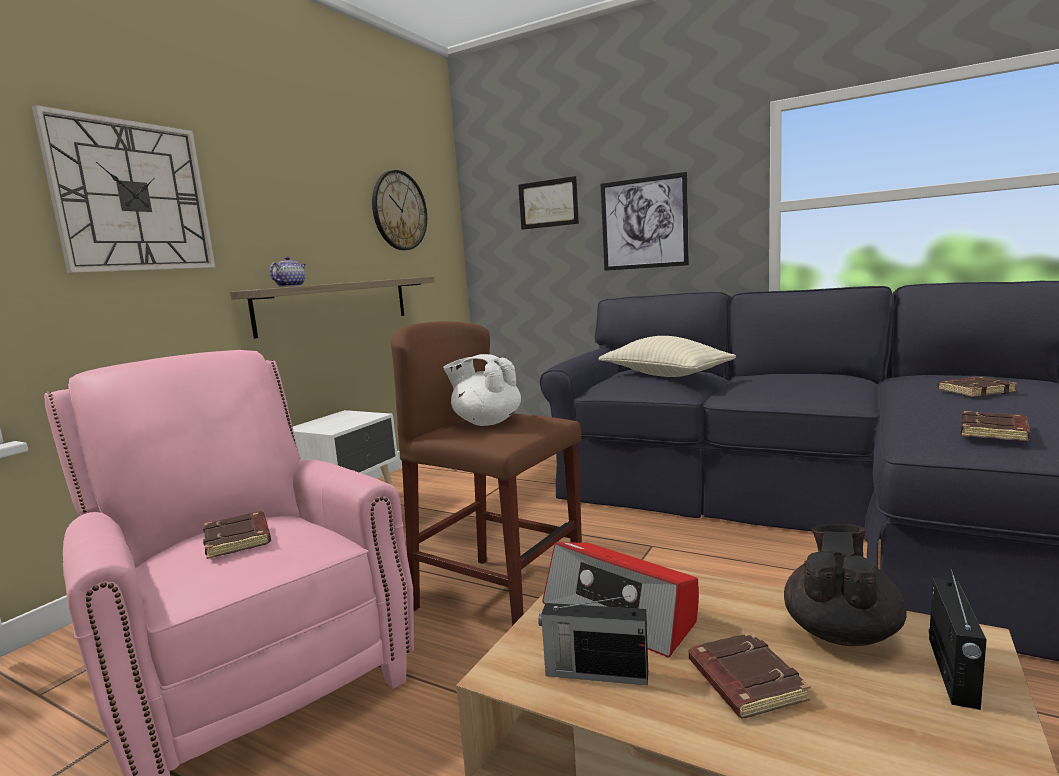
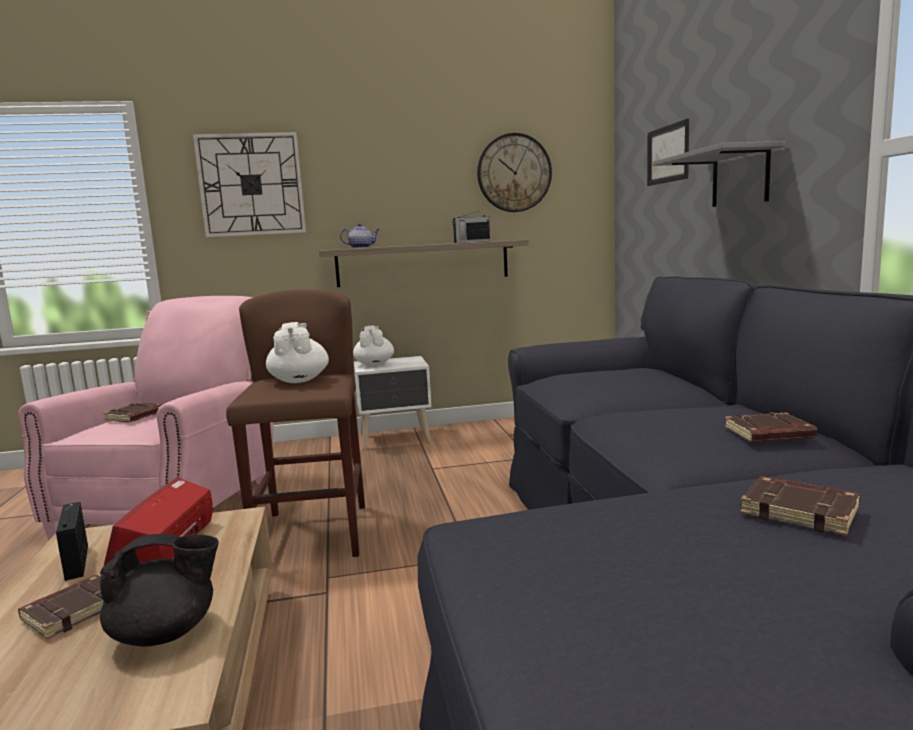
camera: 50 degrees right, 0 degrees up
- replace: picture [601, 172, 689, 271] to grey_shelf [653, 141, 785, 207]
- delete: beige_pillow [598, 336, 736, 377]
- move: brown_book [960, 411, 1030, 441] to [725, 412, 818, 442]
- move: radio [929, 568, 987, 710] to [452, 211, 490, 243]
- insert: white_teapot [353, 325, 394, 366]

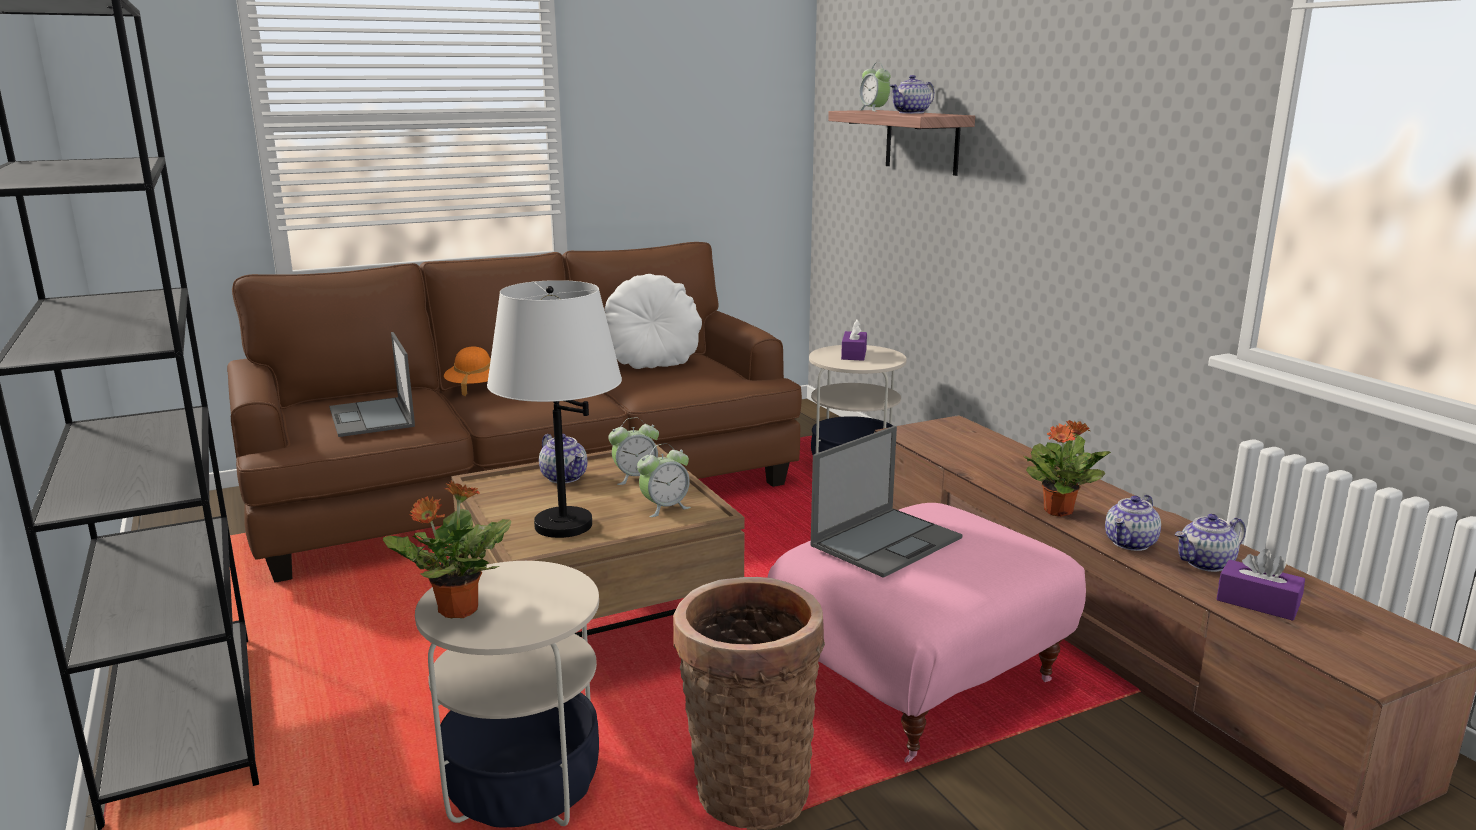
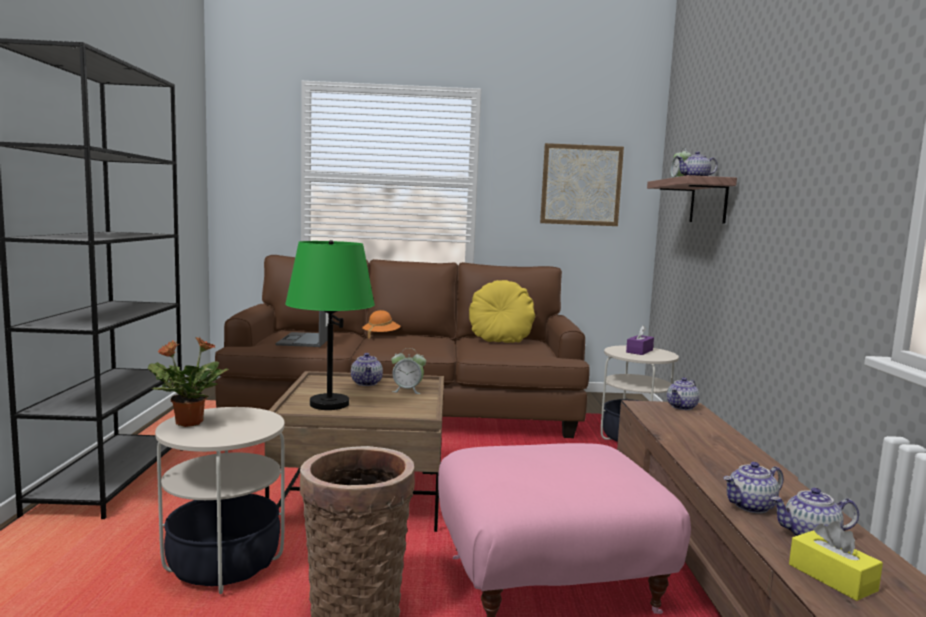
camera: 25 degrees right, 10 degrees down
- recolor: white_pillow [604, 274, 702, 369] to yellow_pillow [469, 280, 535, 343]
- recolor: white_table_lamp [487, 280, 622, 538] to green_table_lamp [285, 240, 375, 410]
- delete: potted_plant [1023, 420, 1111, 517]
- delete: laptop [810, 426, 963, 578]
- delete: alarm_clock [637, 443, 691, 517]
- recolor: purple_tissue_box [1216, 549, 1305, 621] to yellow_tissue_box [789, 521, 883, 601]
- insert: picture [540, 143, 624, 226]
- insert: teapot [667, 377, 700, 410]

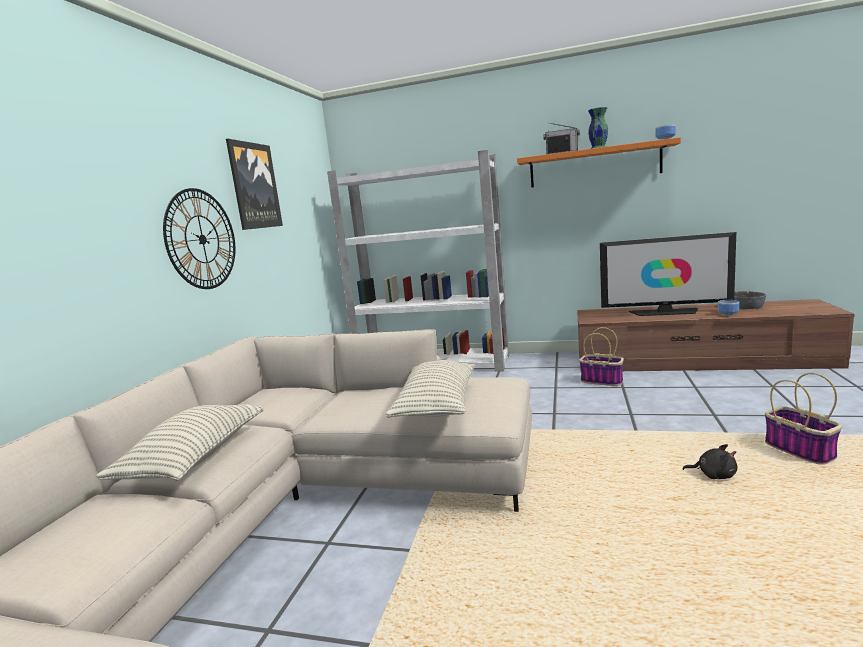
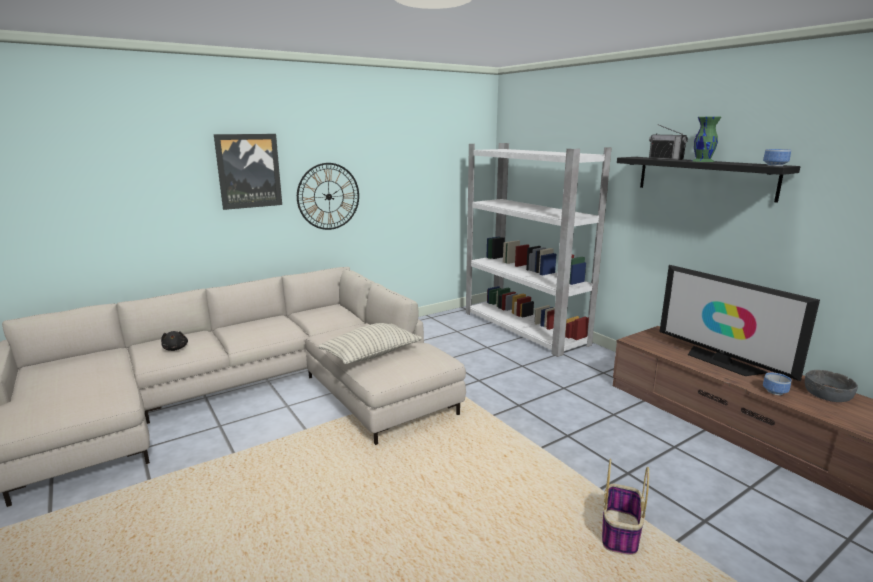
camera: 40 degrees right, 5 degrees up
- recolor: orange_shelf [517, 137, 681, 188] to black_shelf [617, 157, 801, 203]
- move: picture [226, 139, 283, 230] to [214, 134, 282, 210]
- delete: basket [579, 327, 624, 386]
- delete: pillow [96, 404, 263, 481]
- move: black_plush_toy [683, 444, 737, 479] to [161, 331, 188, 351]

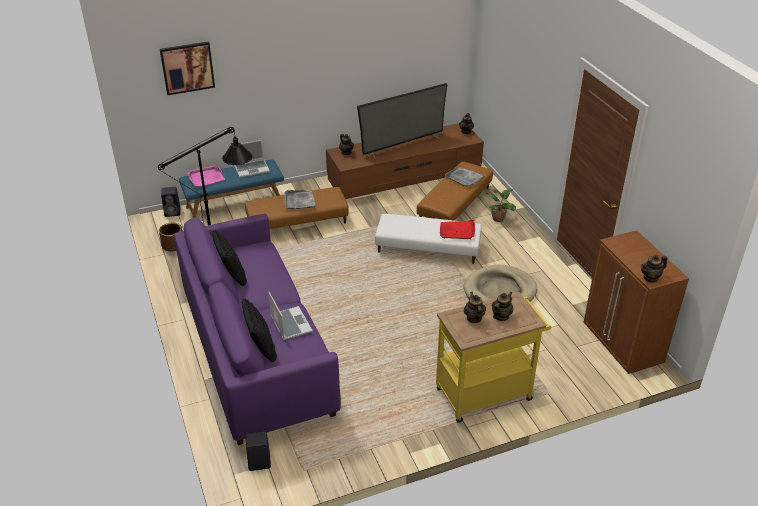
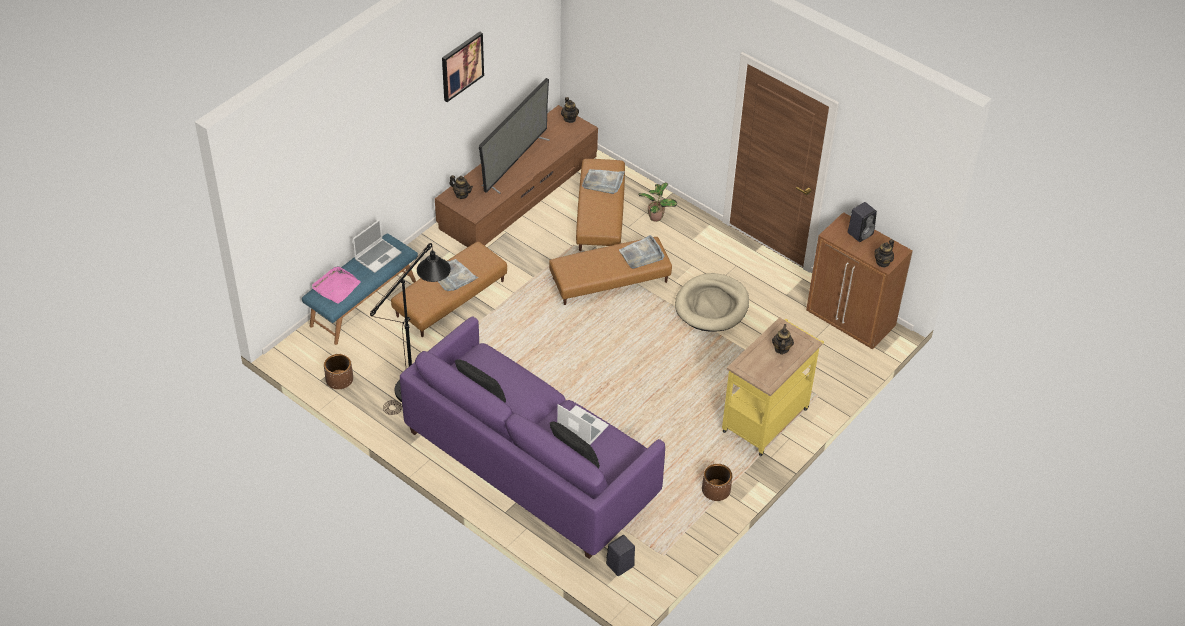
camera: 30 degrees left, 10 degrees up
- move: picture [160, 41, 215, 95] to [442, 32, 484, 102]
- move: black_speaker [161, 187, 181, 217] to [848, 202, 877, 242]
- recolor: white_ottoman [375, 214, 482, 264] to brown_ottoman [549, 237, 672, 305]
- recolor: red_tray [440, 220, 475, 239] to grey_tray [619, 235, 664, 269]
- delete: teapot [464, 292, 486, 323]
- insert: brown_planter [702, 463, 732, 501]

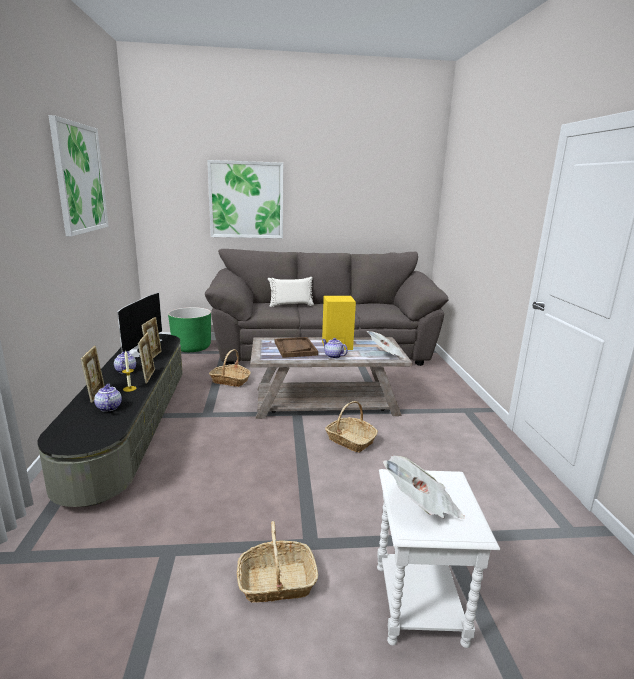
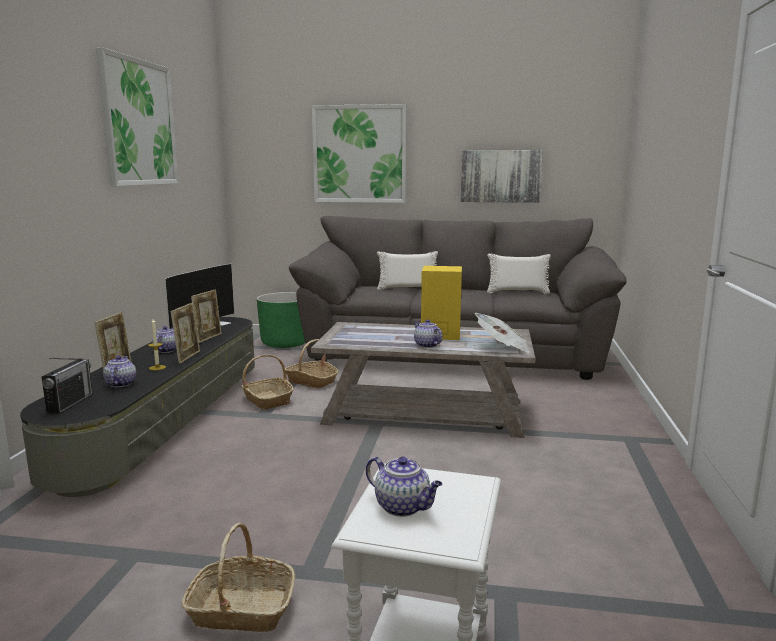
camera: 15 degrees right, 5 degrees down
- delete: brown_tray [275, 337, 318, 358]
- move: basket [325, 401, 378, 452] to [241, 354, 294, 409]
- replace: newspaper [383, 456, 465, 519] to teapot [366, 457, 442, 517]
- insert: picture [461, 150, 543, 203]
- insert: white_pillow [487, 253, 551, 294]
- insert: radio [42, 358, 93, 414]

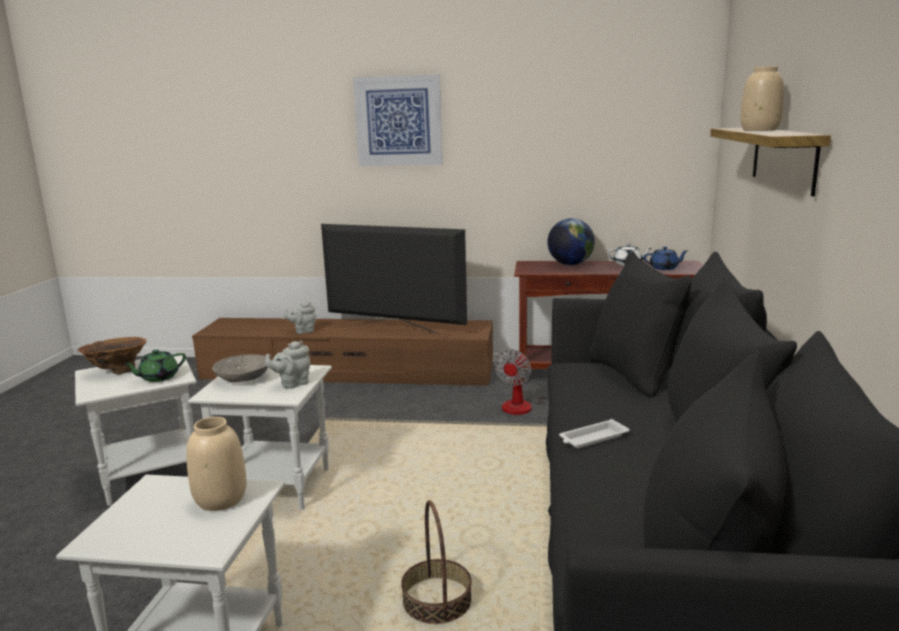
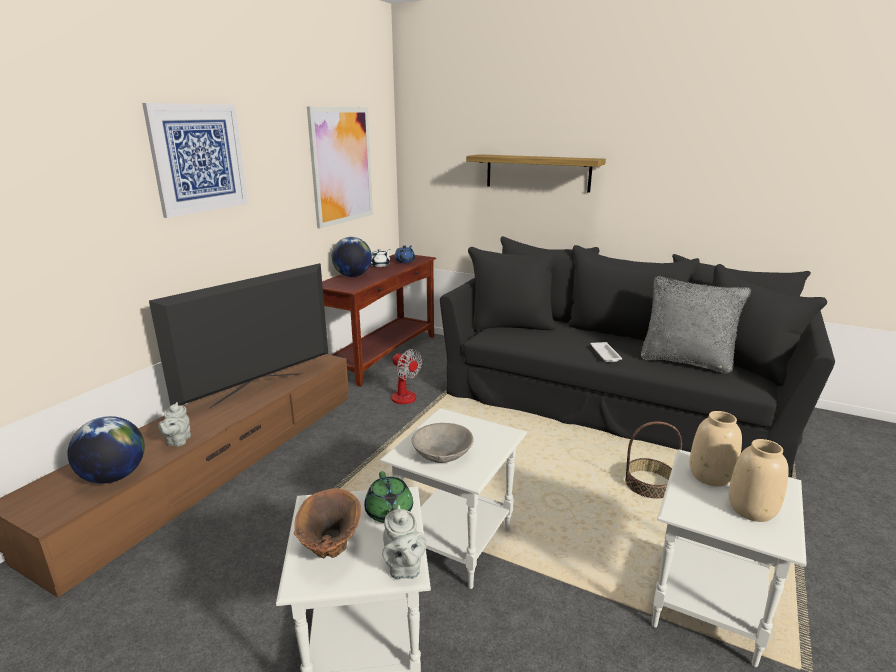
camera: 70 degrees left, 5 degrees up
- move: beige_vase [741, 66, 784, 131] to [729, 439, 789, 522]
- move: grey_teapot [265, 340, 310, 389] to [382, 505, 427, 579]
- insert: picture [307, 106, 373, 229]
- insert: grey_pillow [641, 276, 751, 374]
- insert: globe [67, 416, 145, 484]

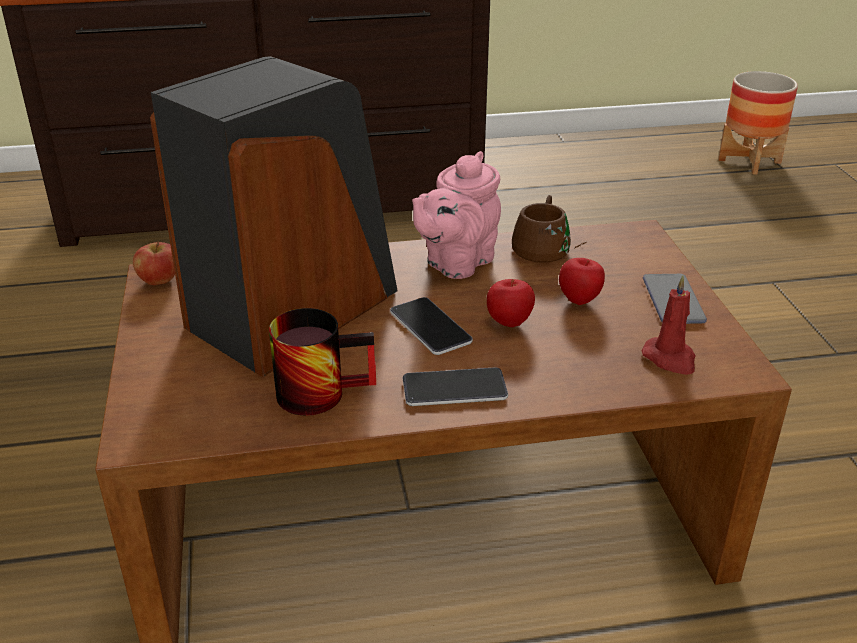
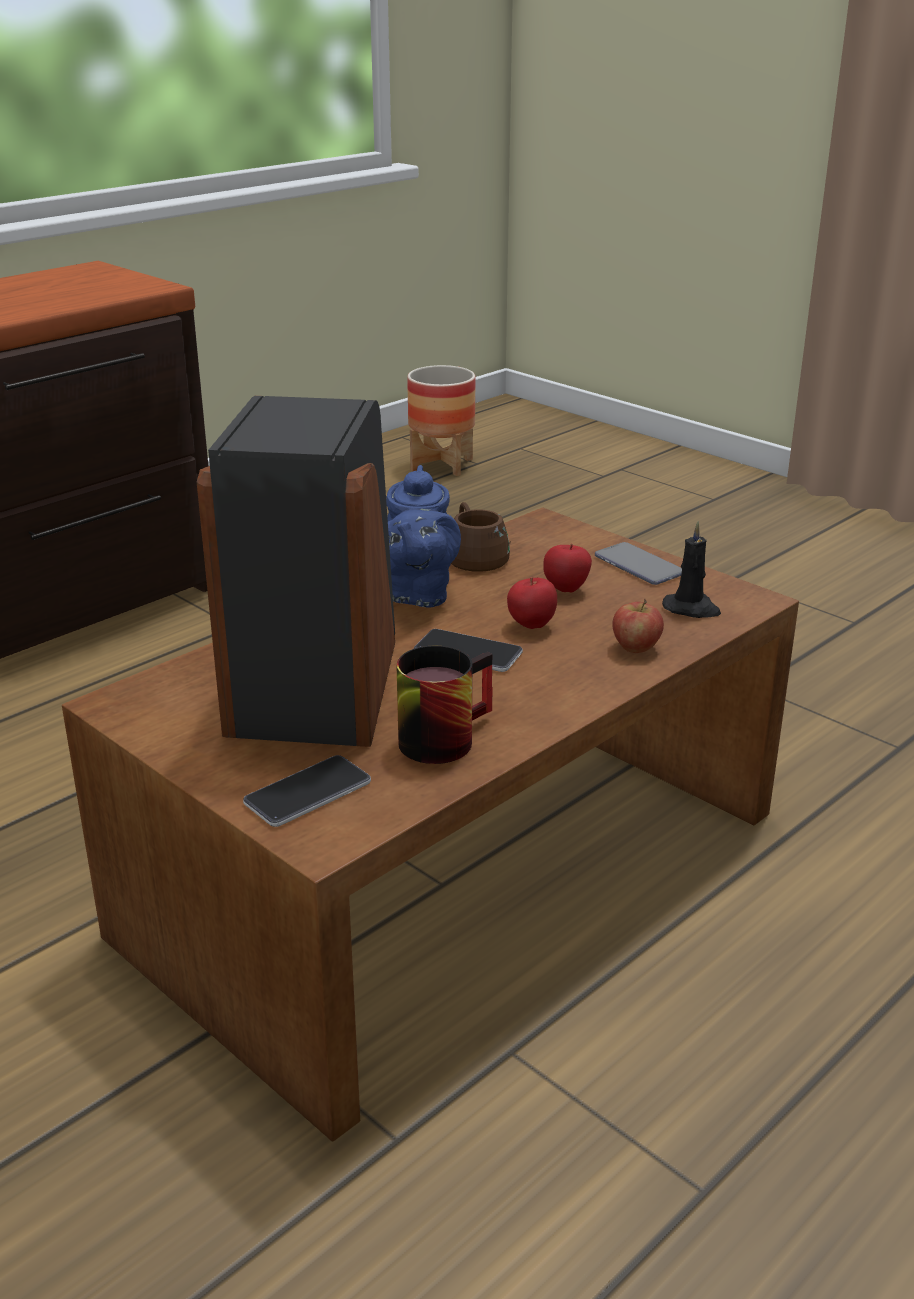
camera: 35 degrees left, 5 degrees down
- recolor: pink_teapot [412, 151, 501, 279] to blue_teapot [386, 465, 461, 608]
- move: apple [133, 241, 175, 285] to [612, 598, 664, 653]
- recolor: red_candle [641, 275, 696, 375] to black_candle [662, 521, 721, 618]
- move: phone [403, 367, 508, 406] to [243, 755, 371, 827]

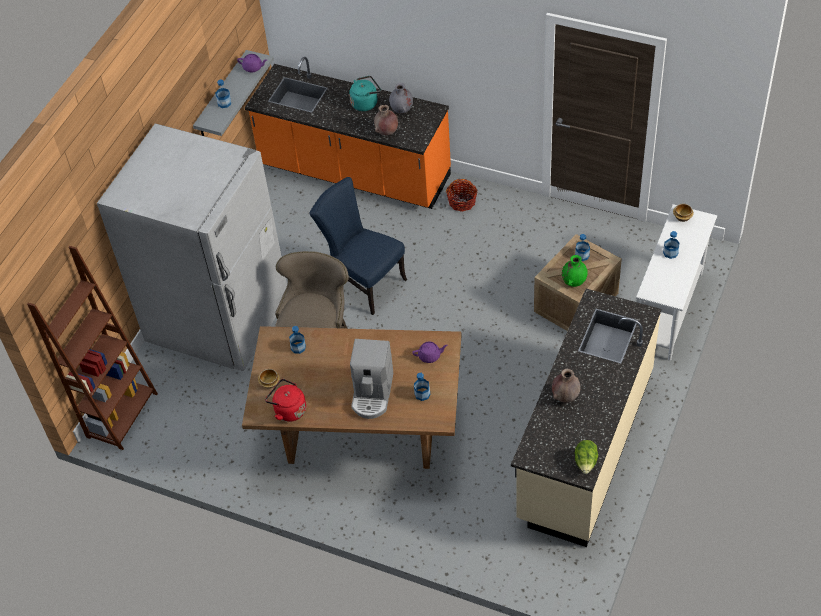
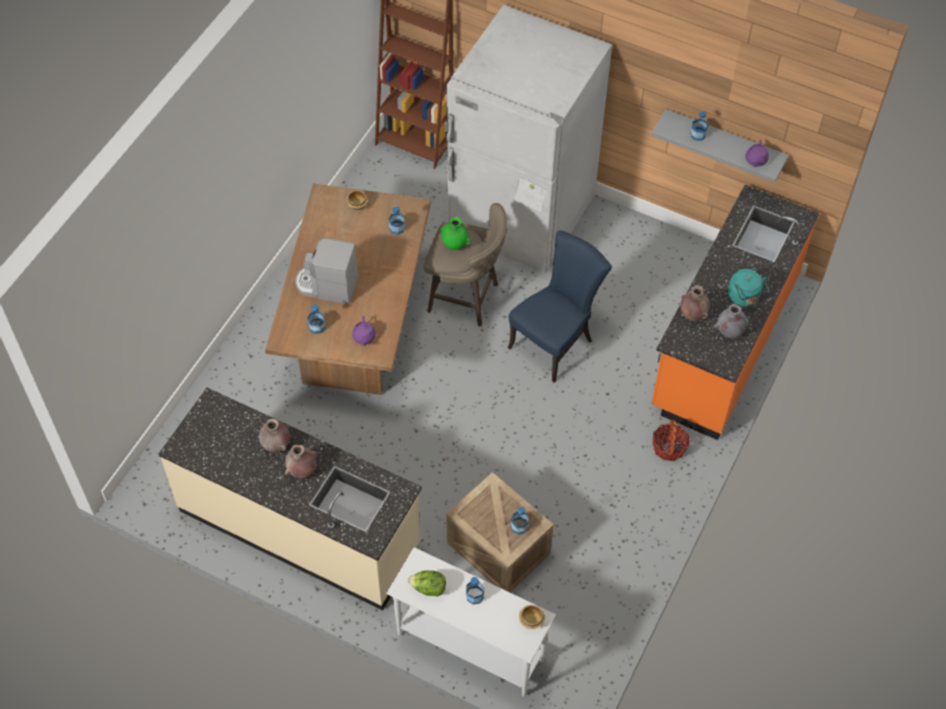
camera: 90 degrees right, 5 degrees up
- move: green_vase [562, 255, 588, 287] to [440, 217, 470, 250]
- delete: red_kettle [265, 379, 306, 422]
- move: lettuce [574, 440, 598, 474] to [408, 571, 446, 596]
- insert: brown_vase [285, 445, 317, 478]

